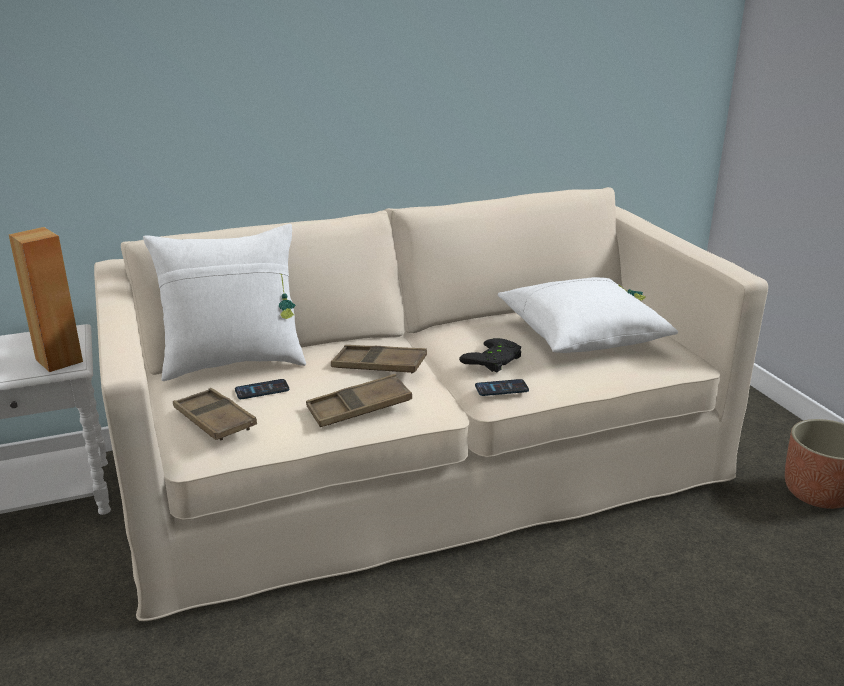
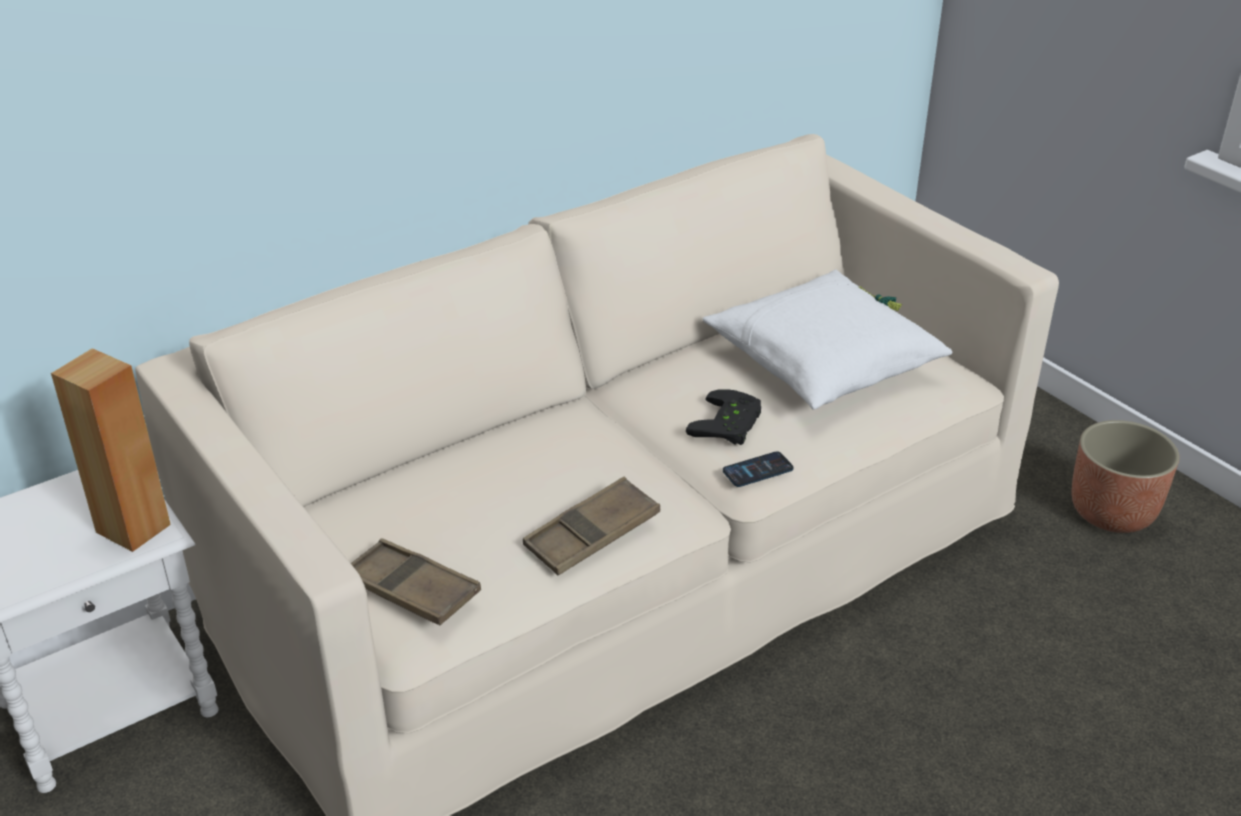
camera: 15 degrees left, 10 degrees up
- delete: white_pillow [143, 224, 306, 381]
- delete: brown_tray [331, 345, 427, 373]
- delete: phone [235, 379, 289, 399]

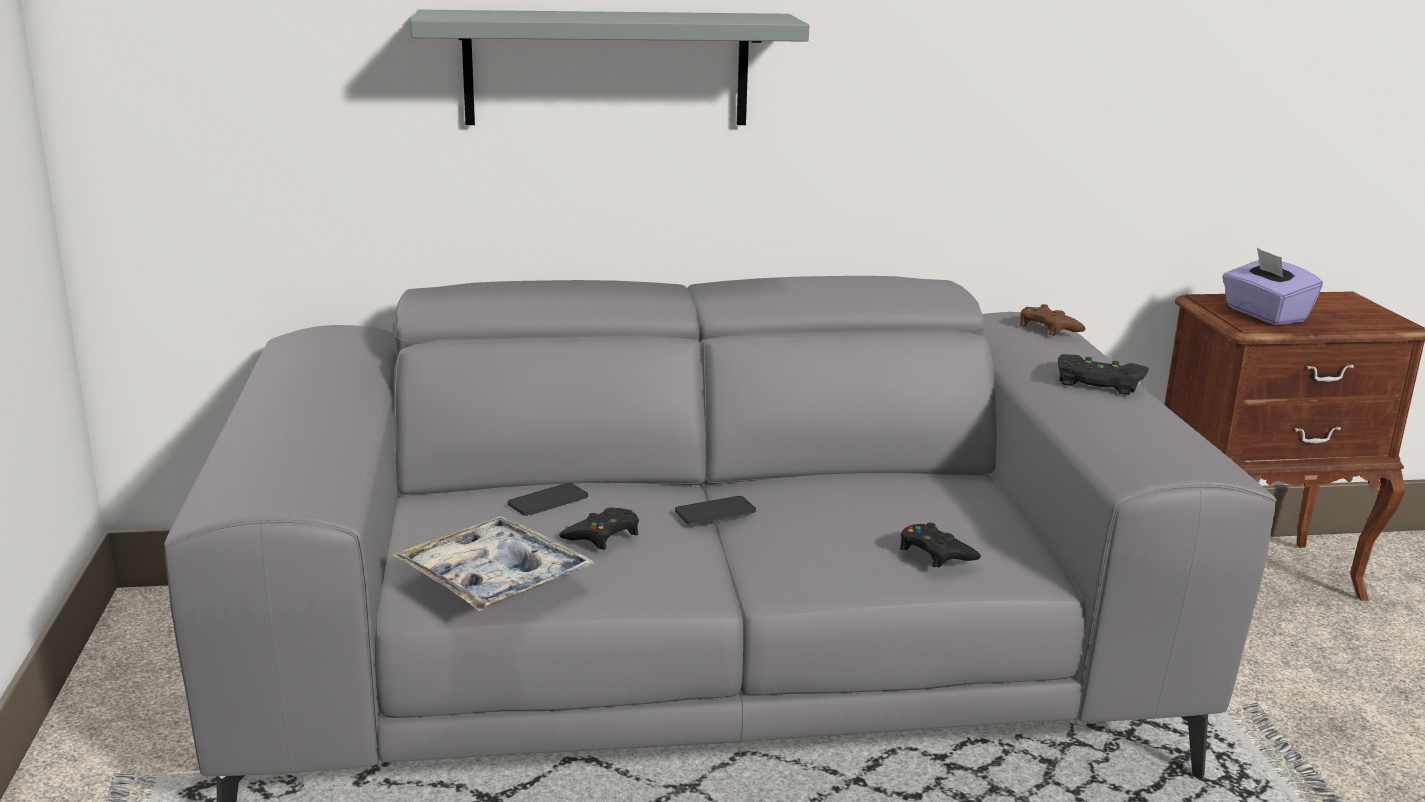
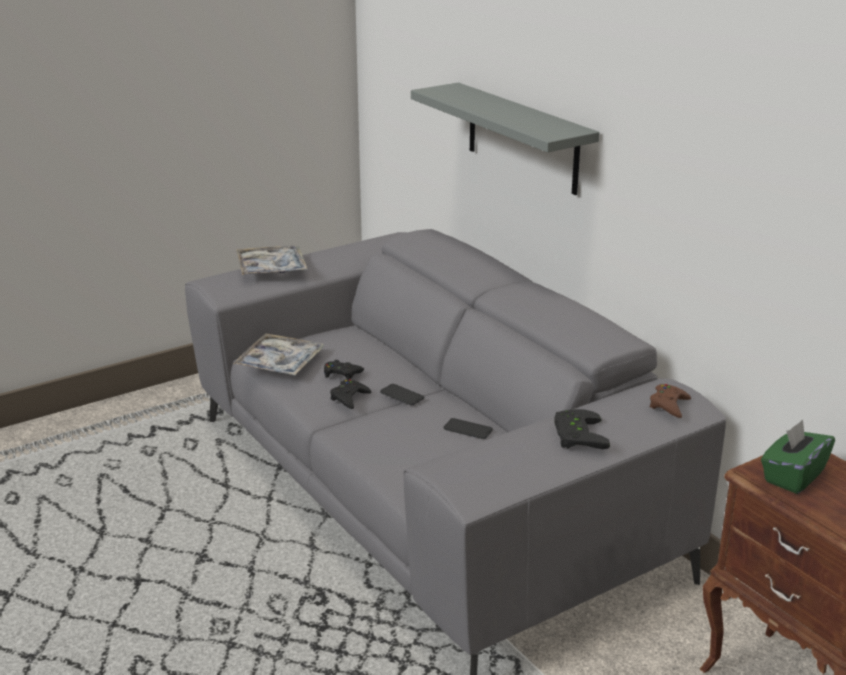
camera: 65 degrees right, 5 degrees up
- recolor: purple_tissue_box [1222, 248, 1323, 325] to green_tissue_box [761, 420, 835, 494]
- move: phone [508, 483, 588, 516] to [444, 418, 493, 439]
- move: black_game_controller [900, 523, 981, 567] to [330, 379, 371, 409]
- insert: tray [236, 245, 308, 275]

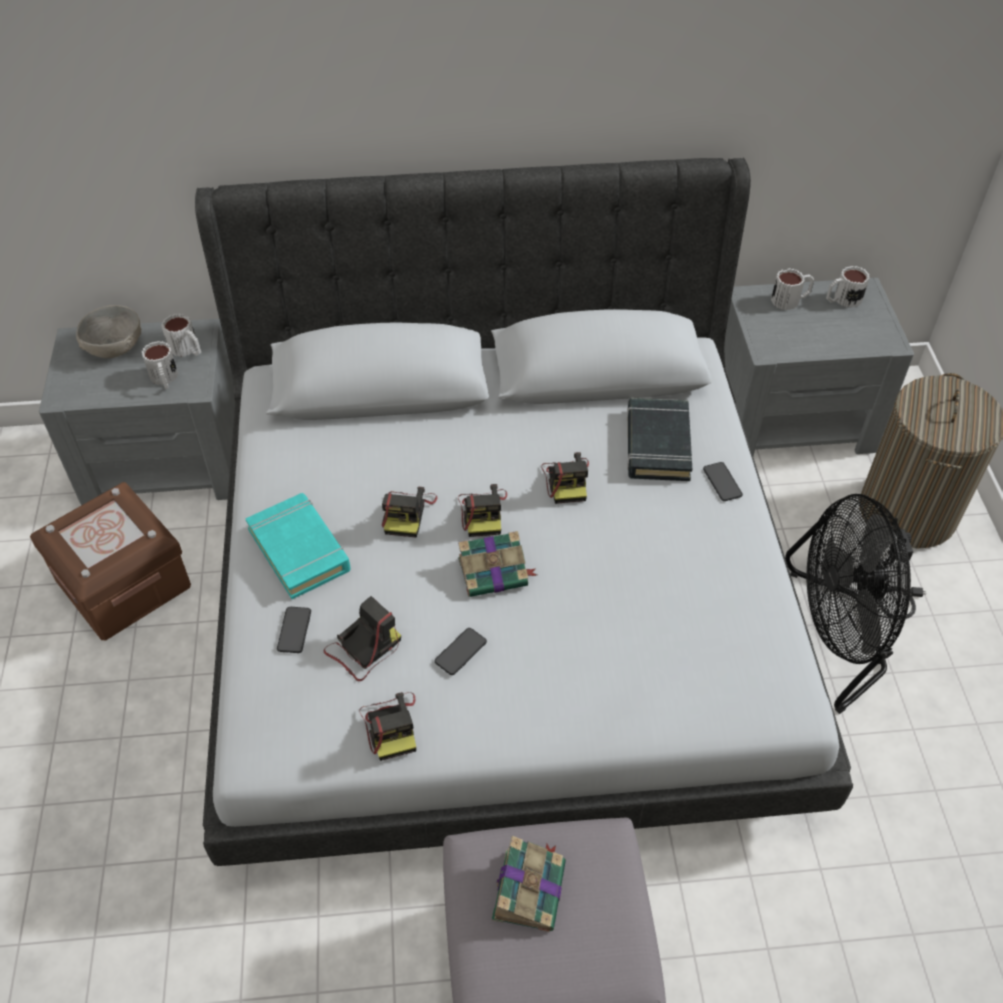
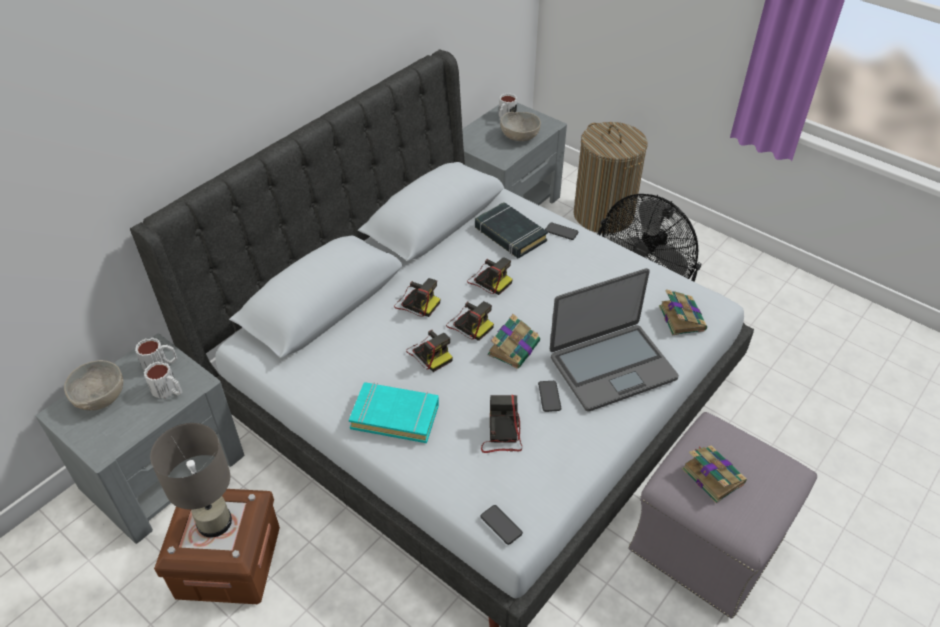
camera: 45 degrees left, 5 degrees down
- delete: mug [771, 268, 815, 310]
- move: phone [277, 607, 311, 653] to [480, 505, 523, 545]
- move: photo_camera [359, 692, 416, 761] to [394, 278, 441, 317]
- insert: grey_bowl [500, 112, 541, 141]
- insert: laptop [550, 268, 679, 412]
- insert: book [659, 289, 707, 335]
- insert: grey_table_lamp [150, 423, 232, 538]

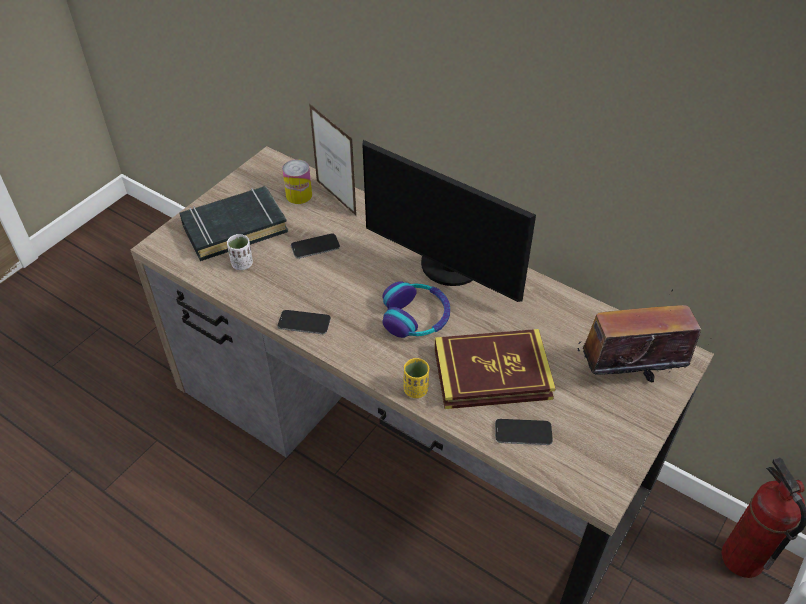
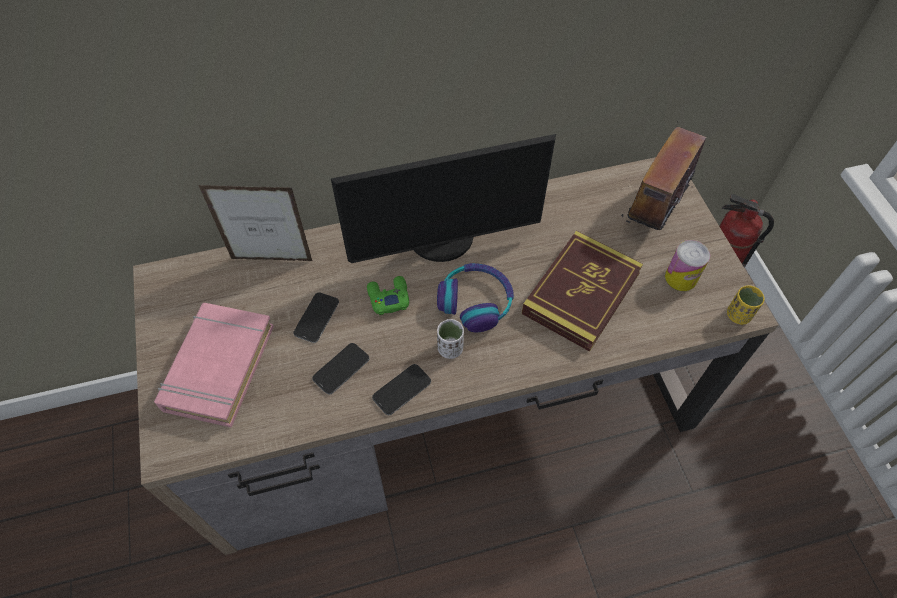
camera: 50 degrees left, 10 degrees up
- move: can [282, 159, 312, 204] to [665, 240, 710, 291]
- recolor: black_book [180, 186, 288, 261] to pink_book [154, 303, 274, 428]
- move: white_cup [227, 234, 253, 270] to [437, 319, 464, 359]
- move: yellow_cup [404, 358, 429, 398] to [727, 285, 765, 325]
- move: phone [495, 419, 553, 445] to [312, 343, 370, 395]
- insert: green_game_controller [367, 276, 409, 315]

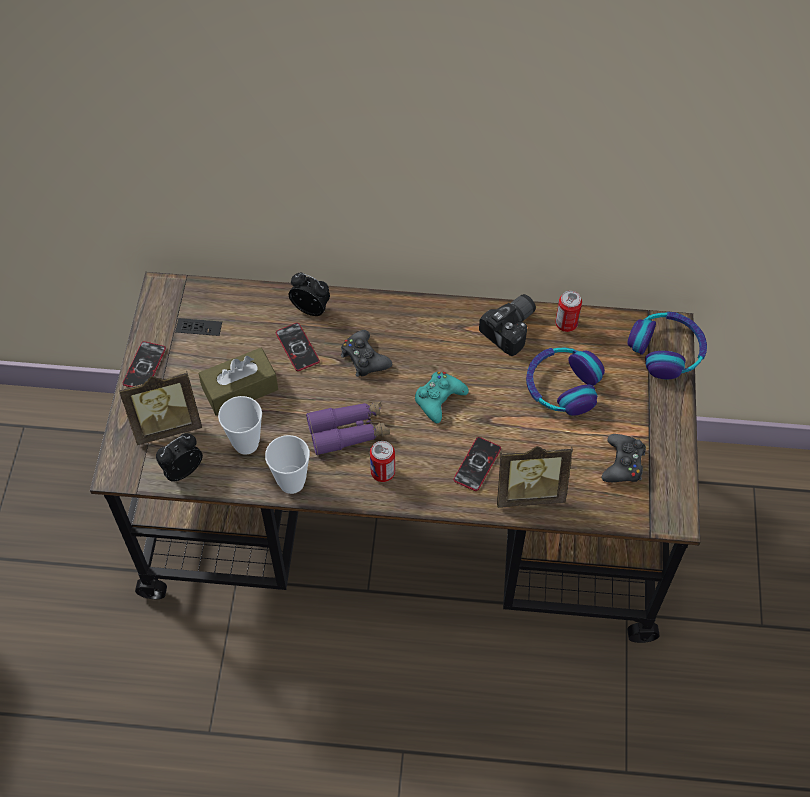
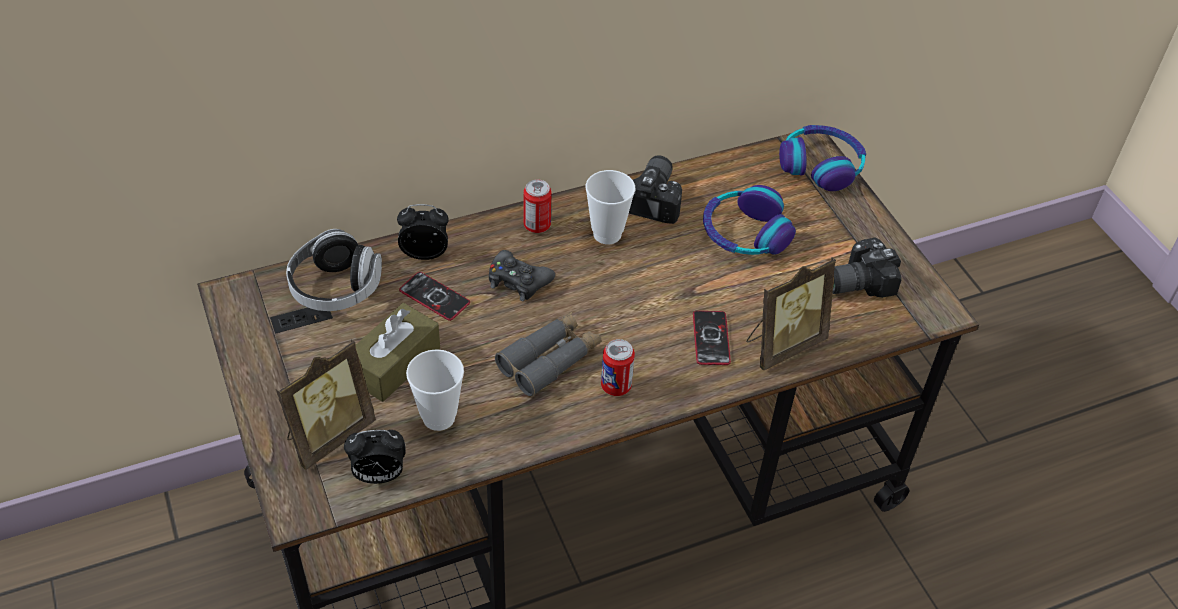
camera: 30 degrees left, 10 degrees down
- move: can [555, 291, 582, 332] to [524, 179, 552, 233]
- delete: phone [123, 341, 166, 387]
- delete: turquoise_game_controller [415, 372, 469, 423]
- recolor: purple_binoculars [306, 401, 390, 456] to grey_binoculars [495, 312, 601, 396]
- rotate: alarm_clock [156, 433, 203, 481] = [344, 430, 406, 484] 120 degrees counterclockwise
- replace: black_game_controller [602, 434, 646, 482] to photo_camera [832, 238, 902, 298]
- move: cup [265, 435, 310, 494] to [585, 170, 636, 244]
- insert: headphones [286, 229, 382, 311]

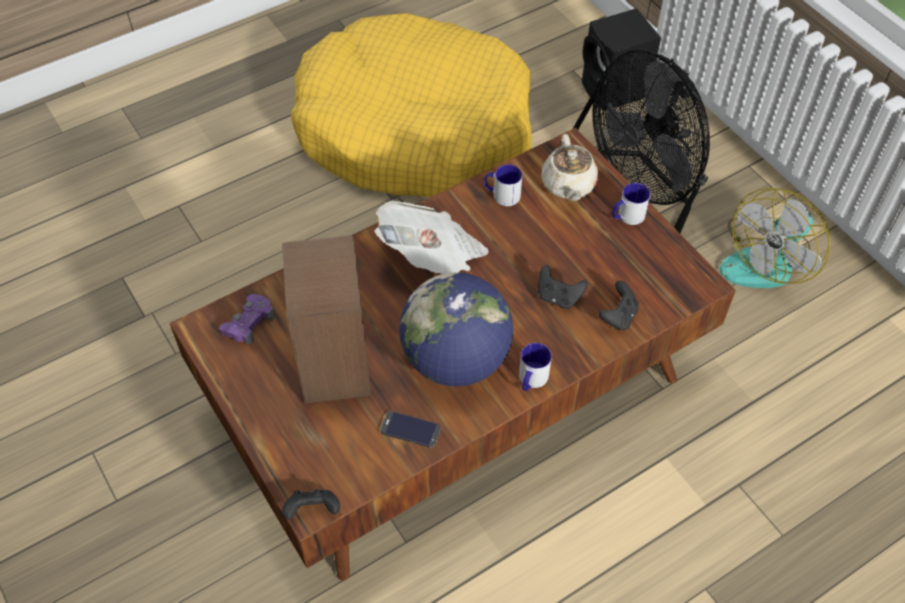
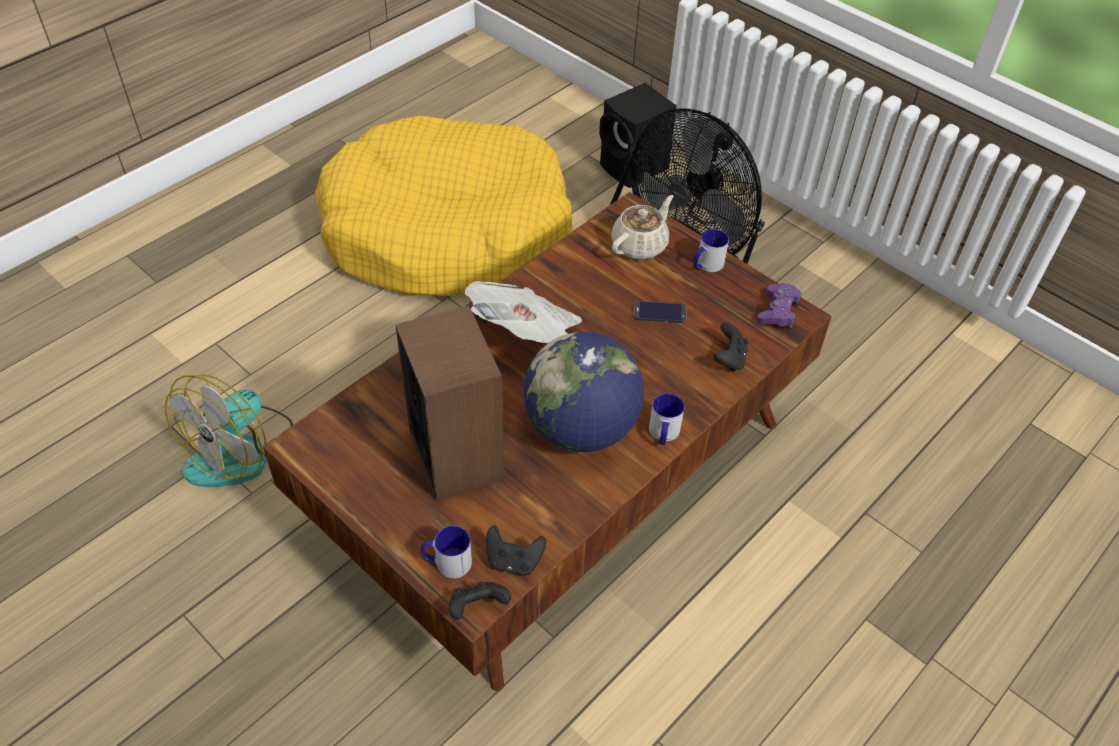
camera: 15 degrees left, 5 degrees down
- rotate: beige_teapot [541, 134, 598, 201] = [611, 195, 674, 260] 120 degrees counterclockwise
- move: mug [484, 164, 522, 206] to [421, 526, 472, 578]
- move: fan [719, 188, 830, 288] to [165, 375, 293, 487]
- move: black_game_controller [538, 265, 588, 309] to [486, 525, 546, 576]
- move: purple_game_controller [219, 294, 275, 346] to [756, 283, 802, 329]
- move: phone [380, 411, 441, 448] to [633, 301, 686, 323]

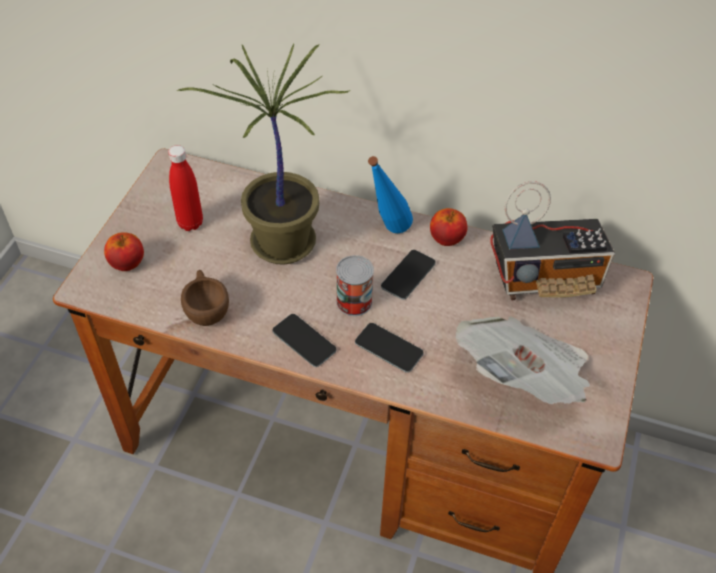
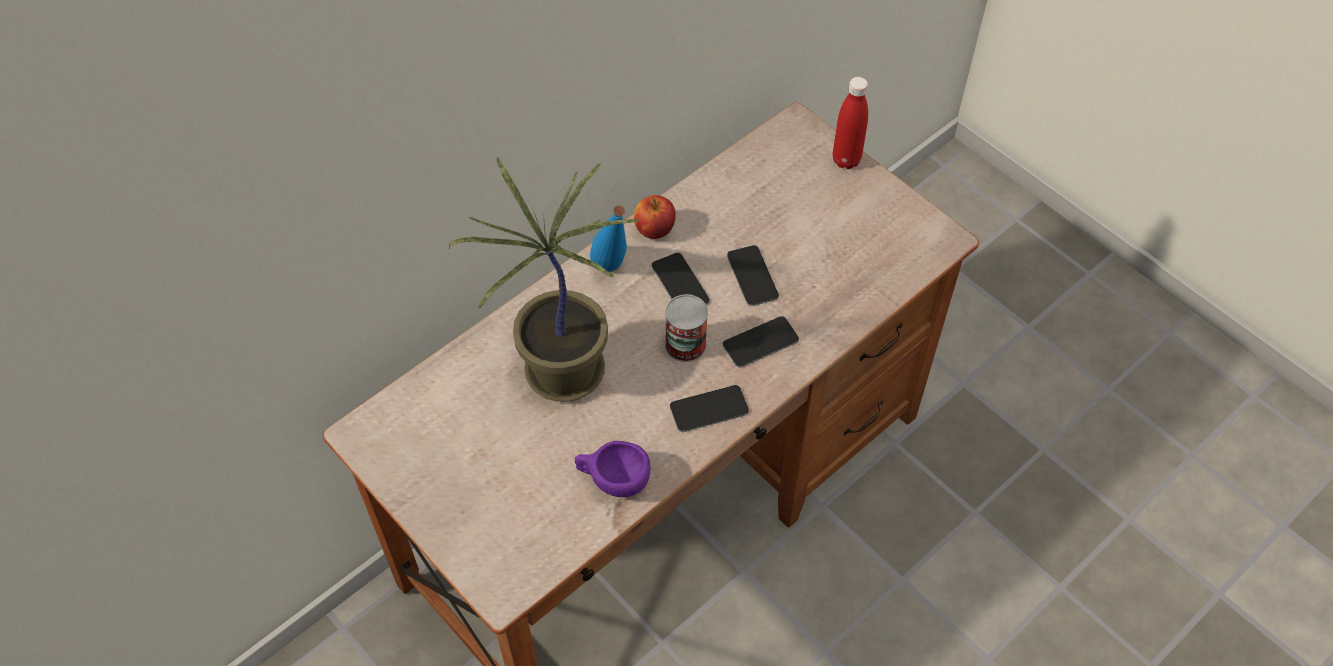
camera: 60 degrees left, 5 degrees up
- move: red_bottle [168, 145, 203, 231] to [833, 77, 868, 169]
- delete: radio [490, 181, 615, 300]
- delete: apple [104, 232, 144, 271]
- recolor: brown_cup [181, 270, 229, 326] to purple_cup [575, 441, 650, 497]
- delete: newspaper [456, 316, 590, 404]
- insert: phone [727, 245, 779, 306]

